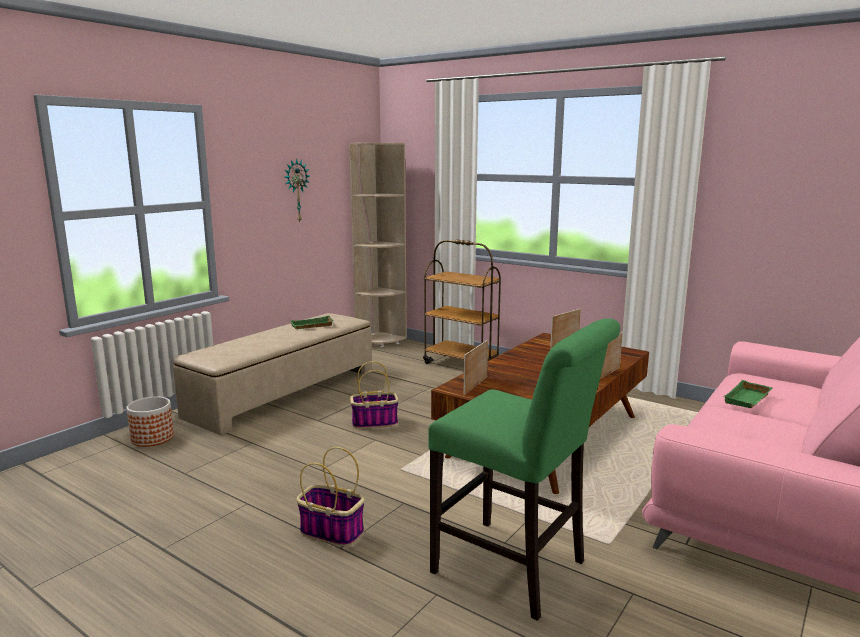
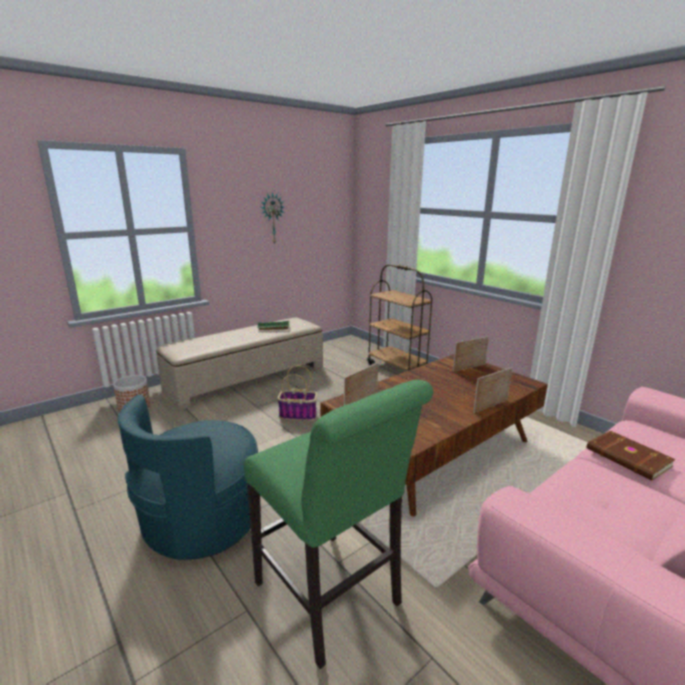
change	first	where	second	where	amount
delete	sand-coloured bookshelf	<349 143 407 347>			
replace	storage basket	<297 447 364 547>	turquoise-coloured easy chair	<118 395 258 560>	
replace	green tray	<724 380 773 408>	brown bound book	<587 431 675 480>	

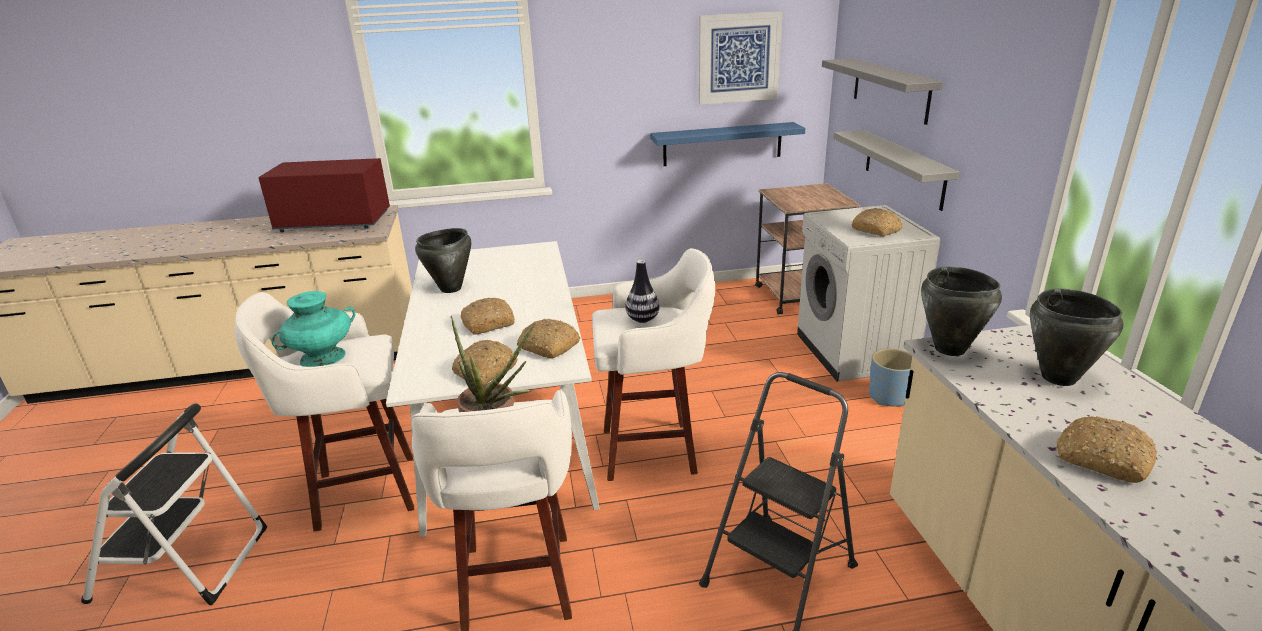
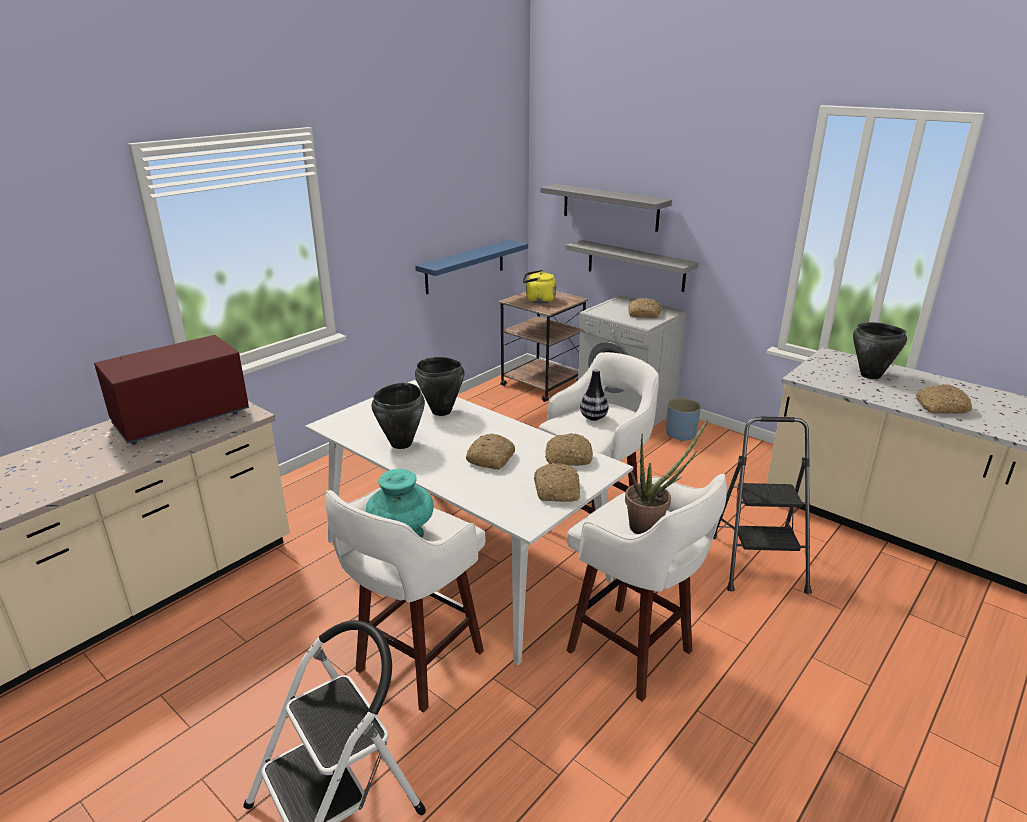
change	first	where	second	where	amount
delete	wall picture	<699 11 783 105>			
insert			yellow water kettle	<523 270 556 303>	
move	black stockpot	<921 267 1002 356>		<415 357 464 416>	

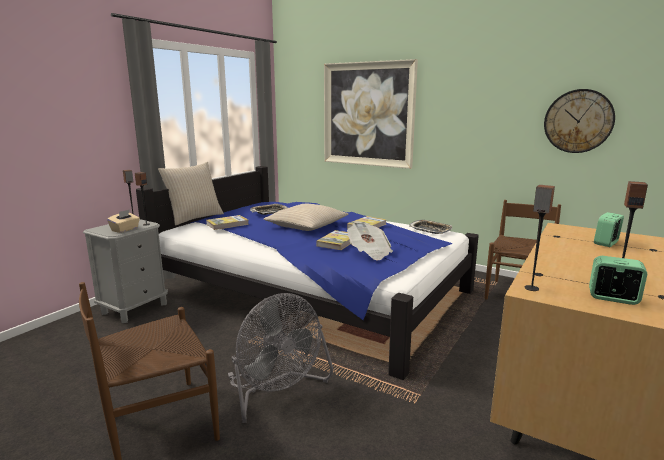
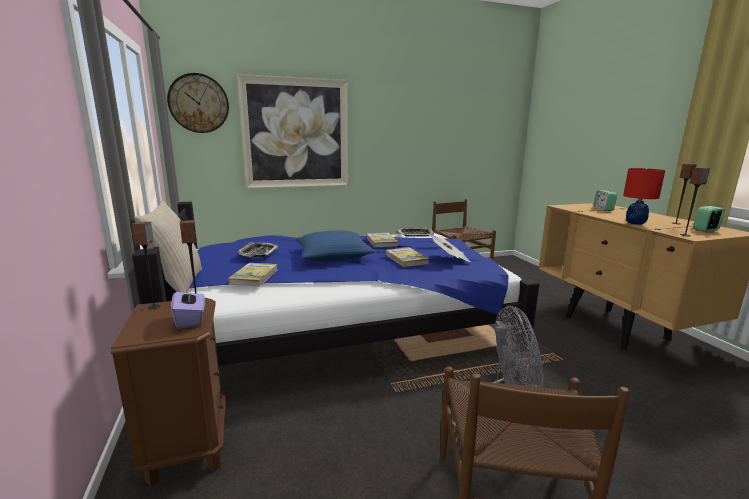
change	first	where	second	where	amount
insert			red-coloured tabletop lamp	<623 168 665 225>	
move	clock on the wall	<544 89 615 153>		<167 73 229 133>	
recolor	gray night table	<83 219 168 323>	brown night table	<111 298 226 486>	
recolor	sand-coloured tissue box	<107 209 140 233>	purplish tissue box	<171 285 205 329>	
recolor	sand-coloured cushion	<264 204 348 231>	blue cushion	<296 230 375 261>	

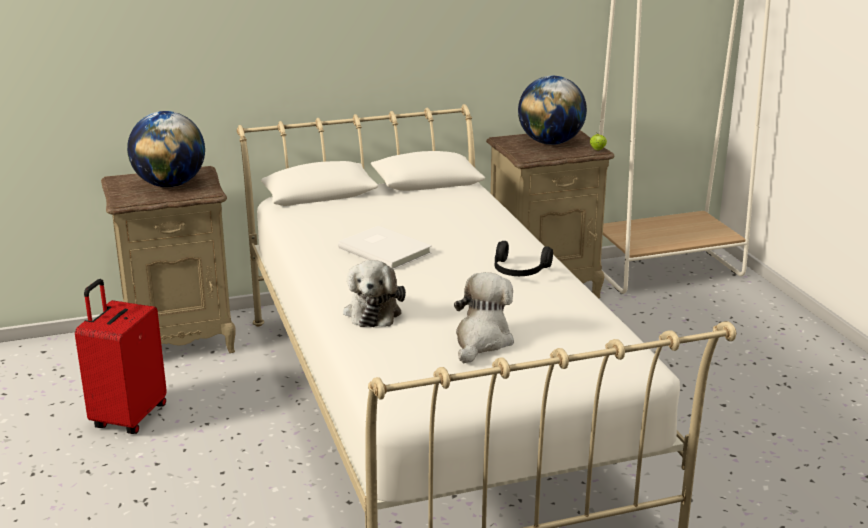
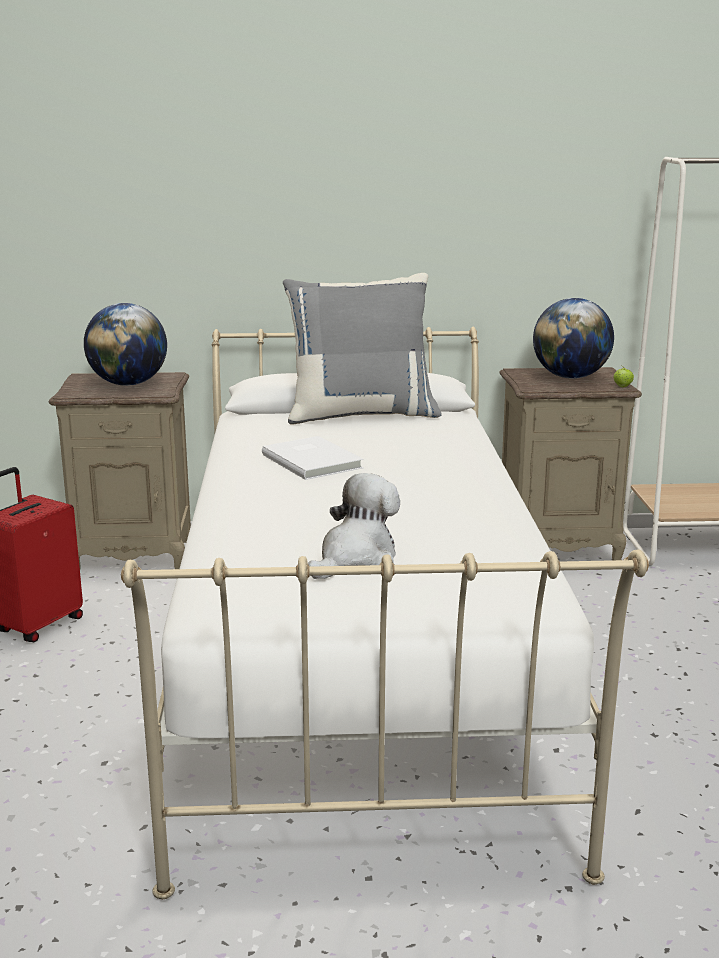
change	first	where	second	where	amount
delete	plush toy	<343 260 406 327>			
delete	black headphones	<495 241 553 276>			
insert			gray cushion	<283 273 442 425>	

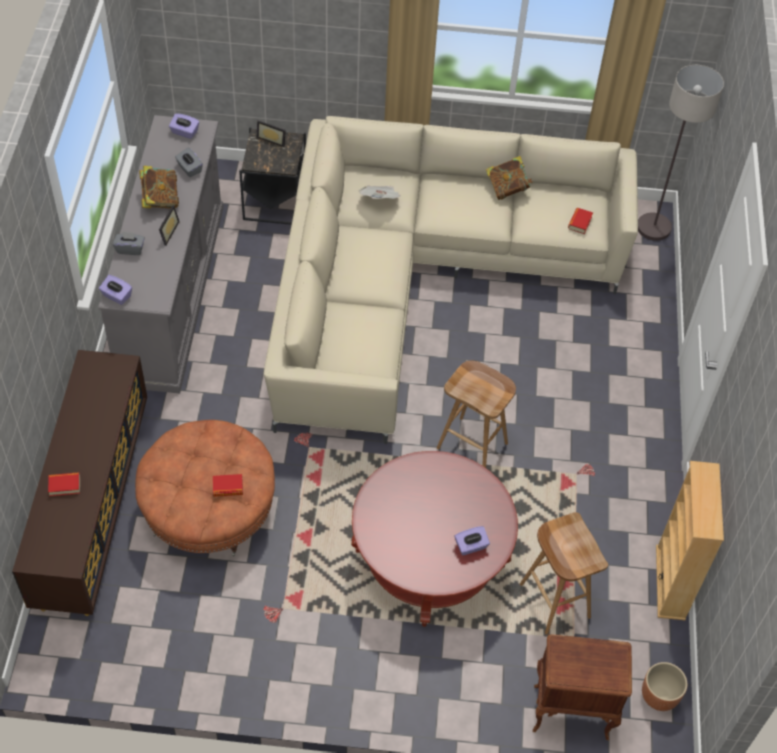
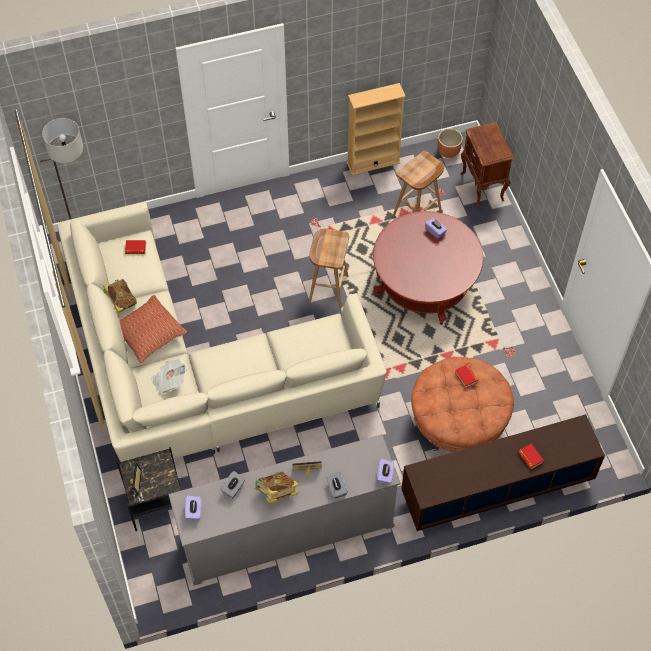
change	first	where	second	where	amount
insert			cushion	<120 295 187 363>	

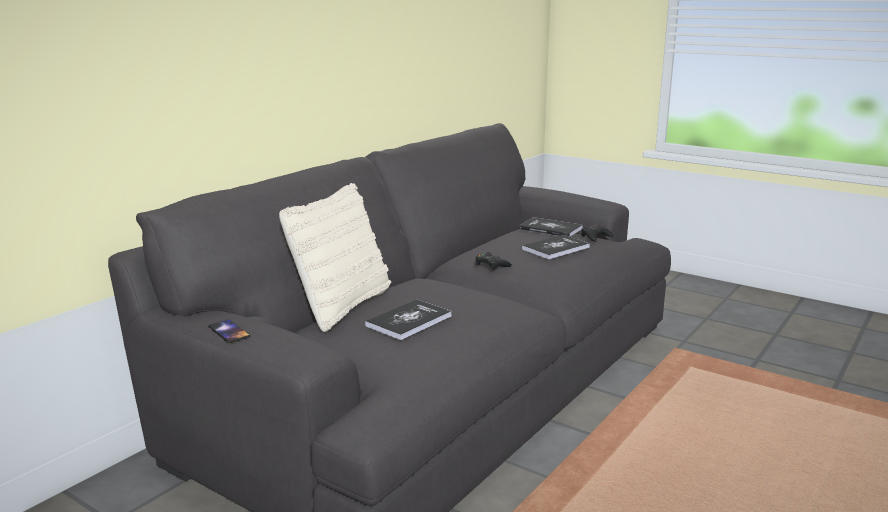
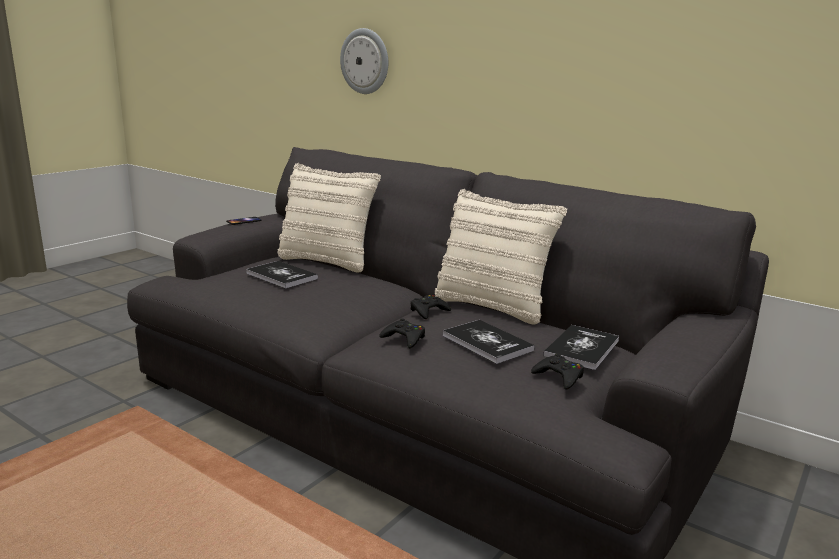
change	first	where	second	where	amount
insert			clock on the wall	<340 28 388 94>	
insert			black gamepad	<379 318 425 348>	
insert			sand-coloured cushion	<435 189 567 324>	

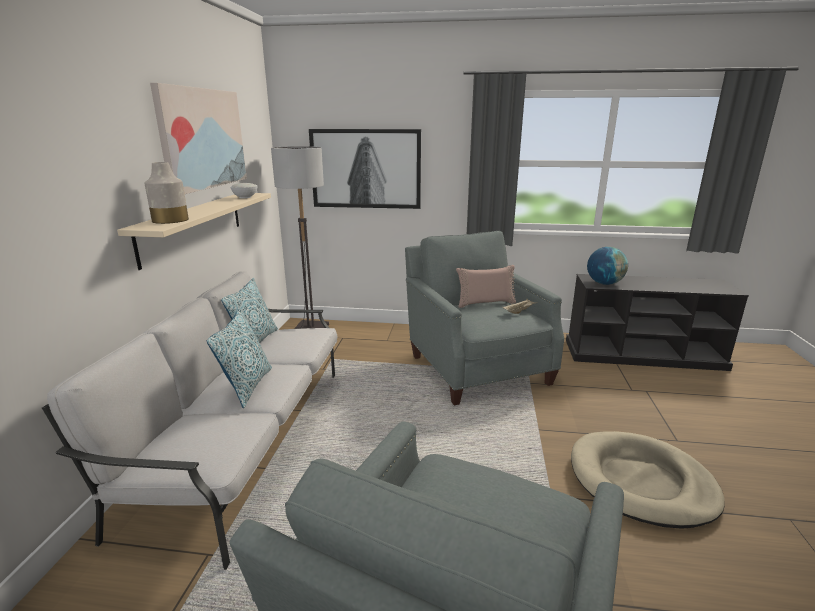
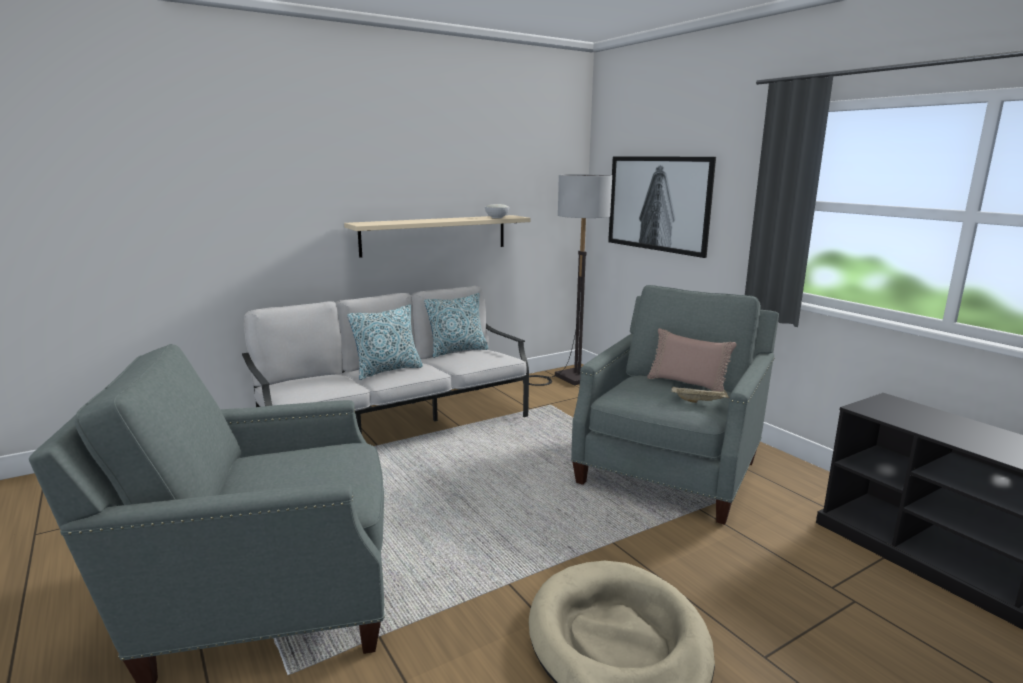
change	first	where	second	where	amount
delete	sand-coloured decorative vase	<144 162 189 224>			
delete	wall picture	<150 83 247 194>			
delete	globe	<587 247 628 285>			

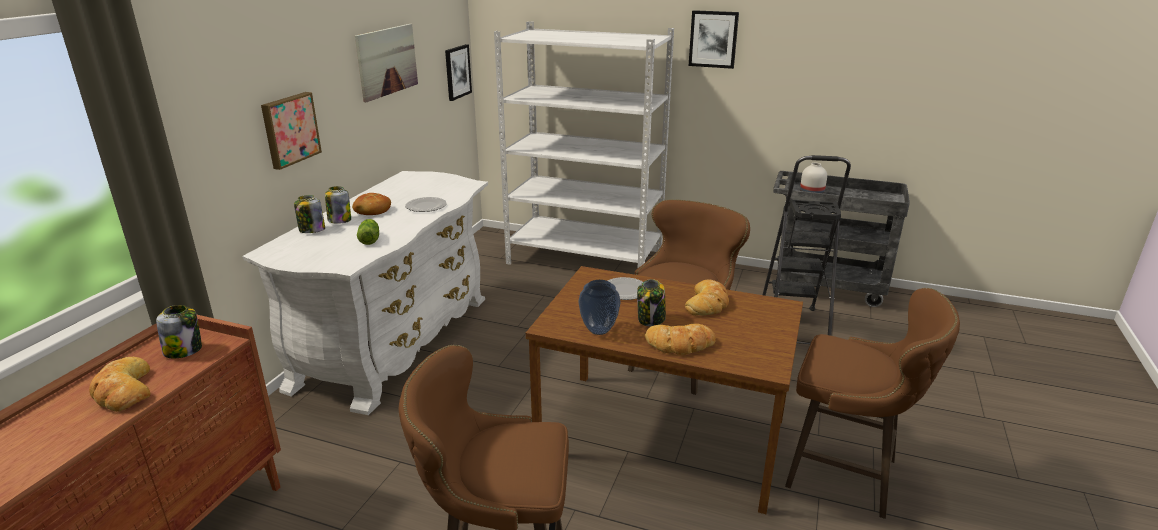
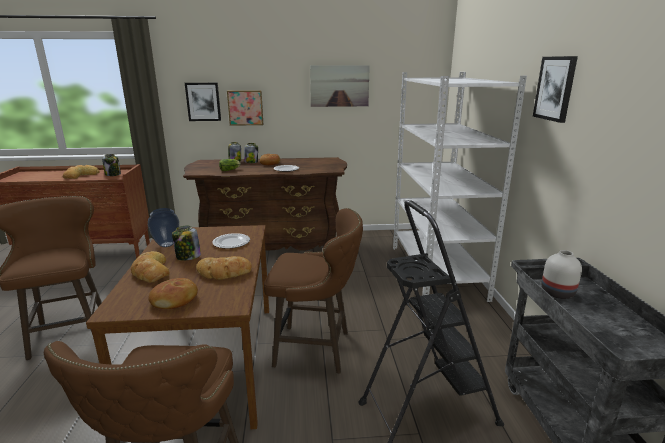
change	first	where	second	where	amount
insert			baked bread	<148 278 198 309>	
move	wall picture	<445 44 472 101>		<185 83 221 121>	
recolor	white-coloured drawer chest	<242 171 488 415>	brown drawer chest	<183 157 347 251>	

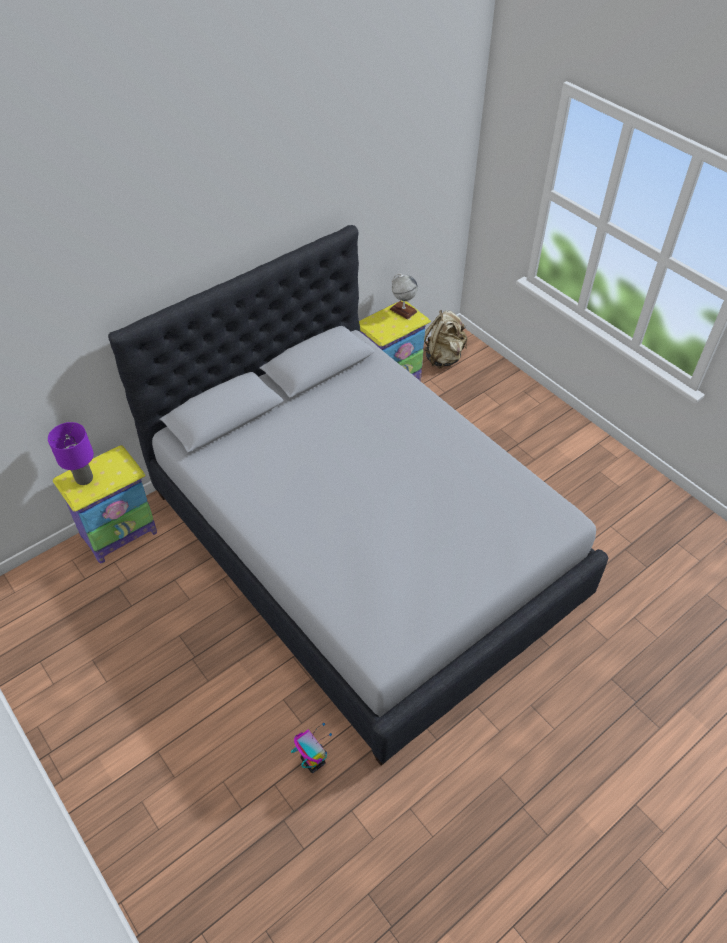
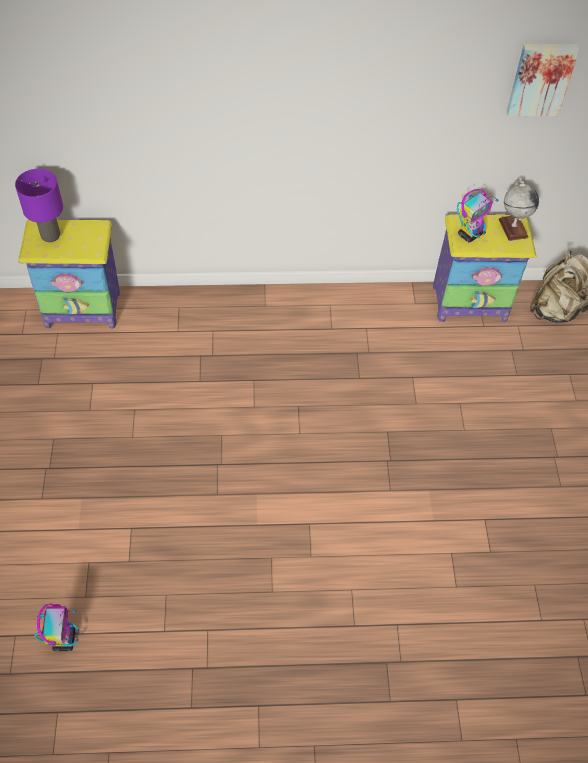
change	first	where	second	where	amount
delete	gray sleeping bed	<108 225 608 766>			
insert			toy robot	<457 189 498 242>	
insert			wall picture	<507 44 579 117>	

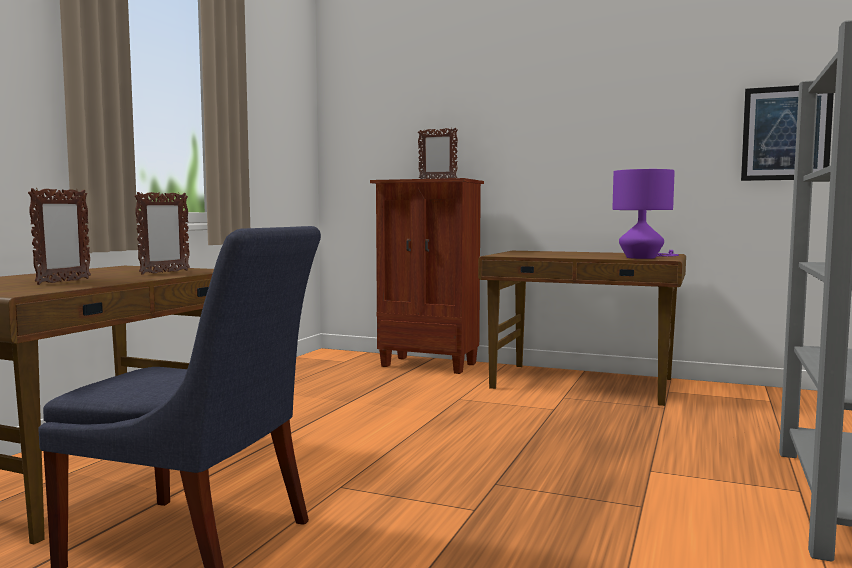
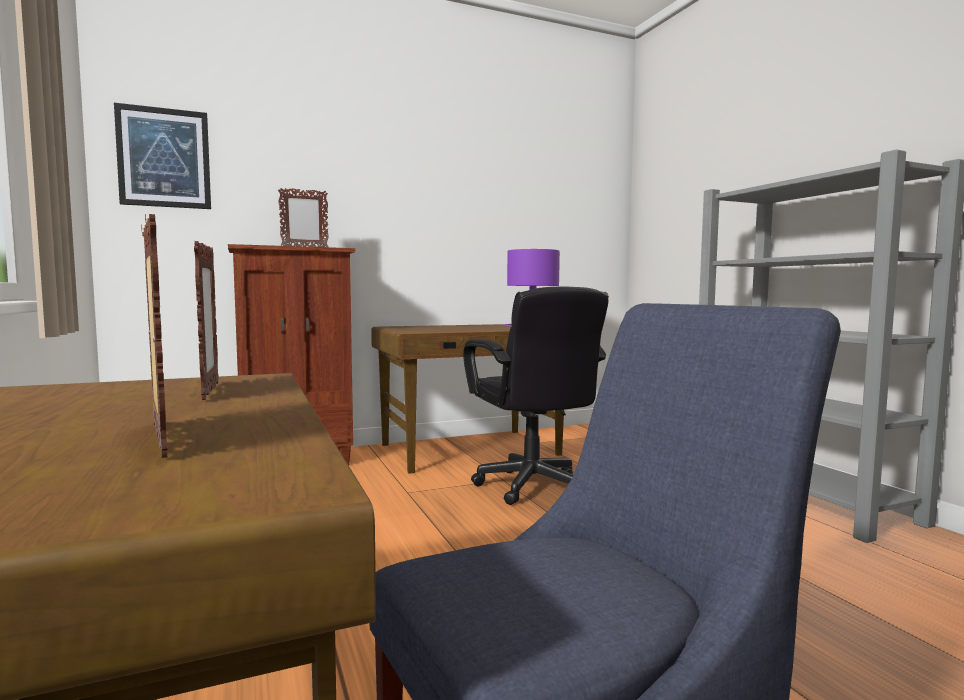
change	first	where	second	where	amount
insert			black office chair	<463 287 609 505>	
move	wall picture	<741 85 834 181>		<114 103 211 209>	

